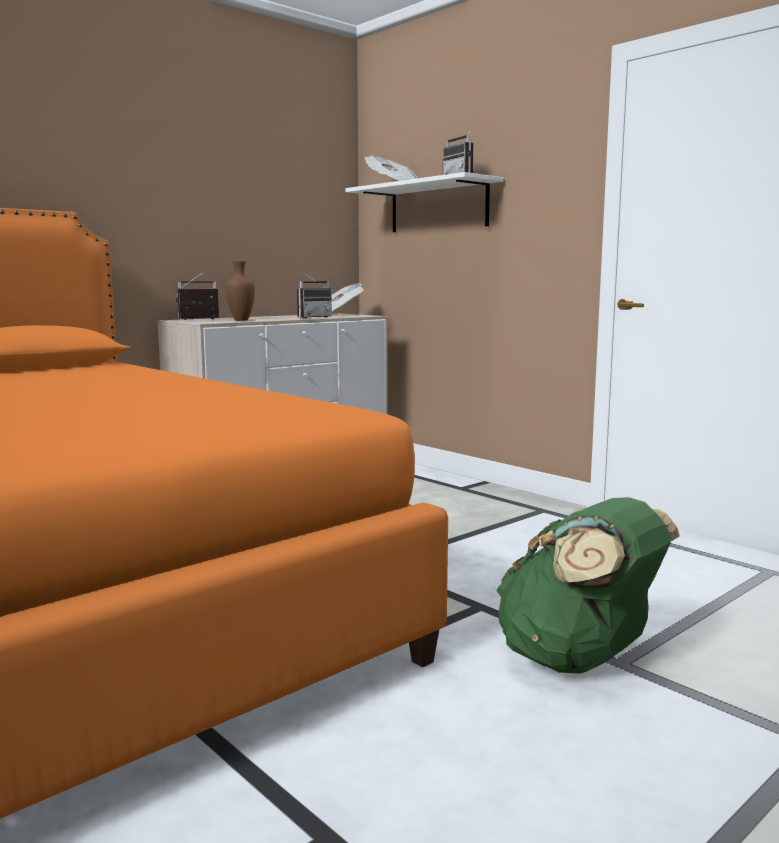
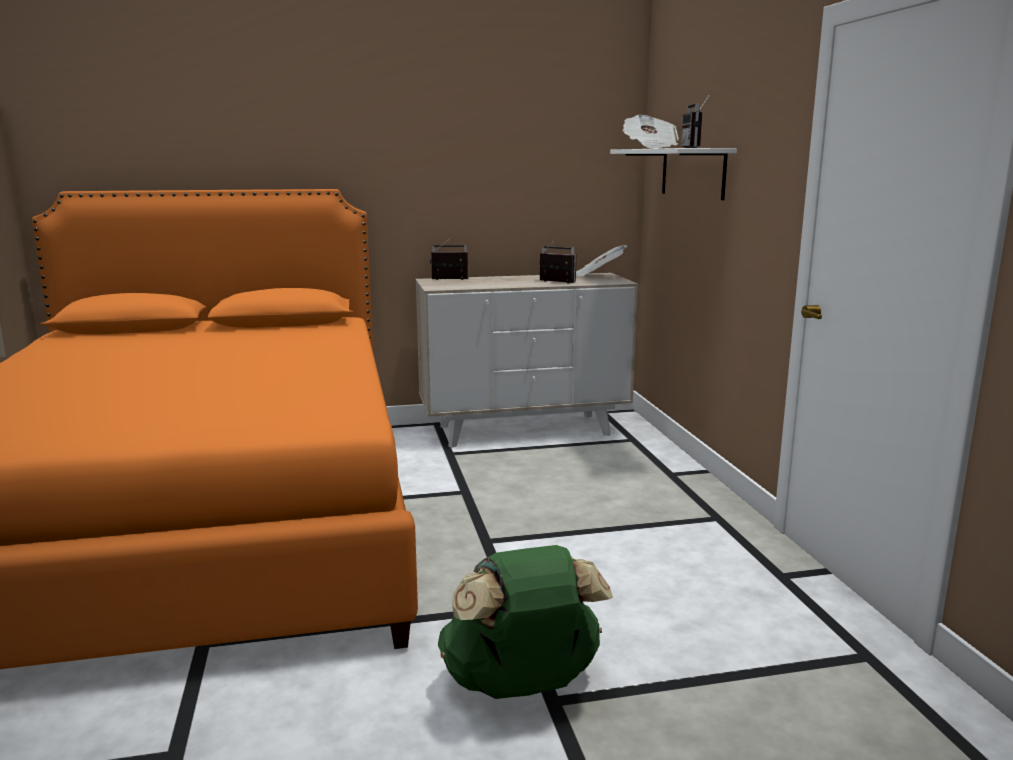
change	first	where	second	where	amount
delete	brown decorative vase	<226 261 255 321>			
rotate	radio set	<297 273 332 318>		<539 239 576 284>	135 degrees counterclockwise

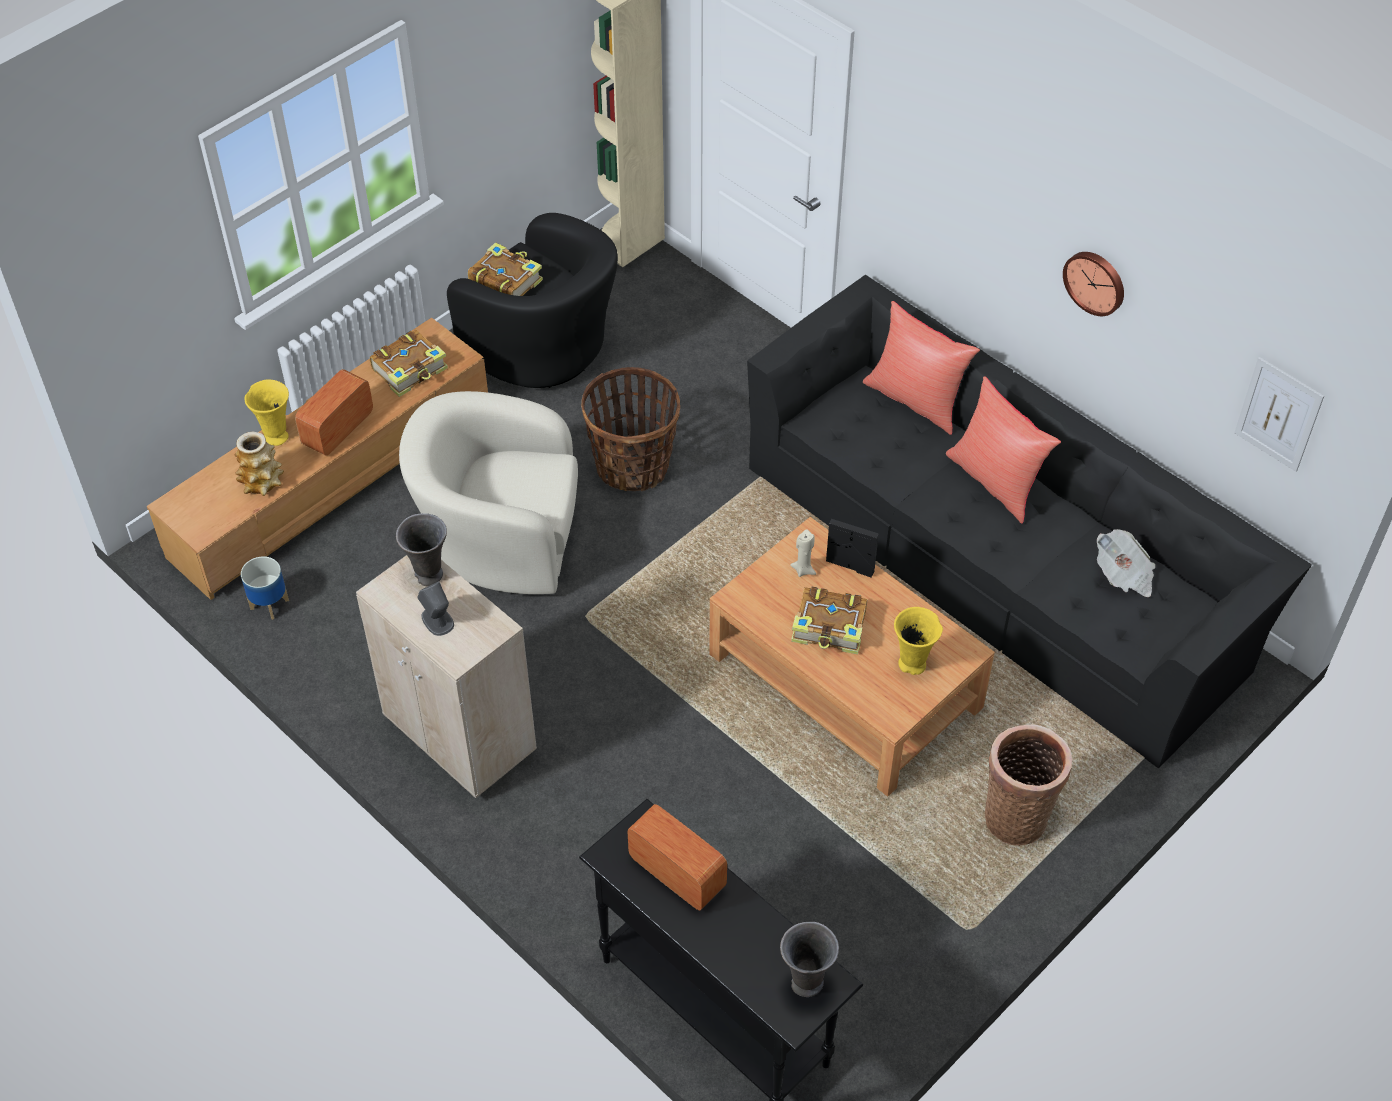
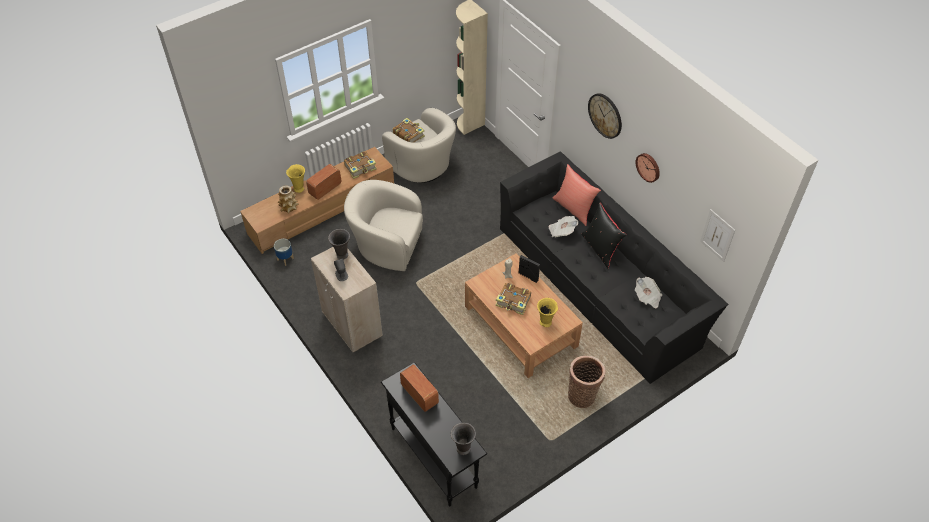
change	first	where	second	where	amount
delete	storage basket	<581 367 680 492>			
insert			daily paper	<549 216 578 237>	
insert			clock on the wall	<588 93 622 139>	
recolor	black easy chair	<447 213 618 388>	sand-coloured easy chair	<382 108 456 183>	
recolor	red-coloured cushion	<946 377 1061 523>	black cushion	<581 202 627 269>	

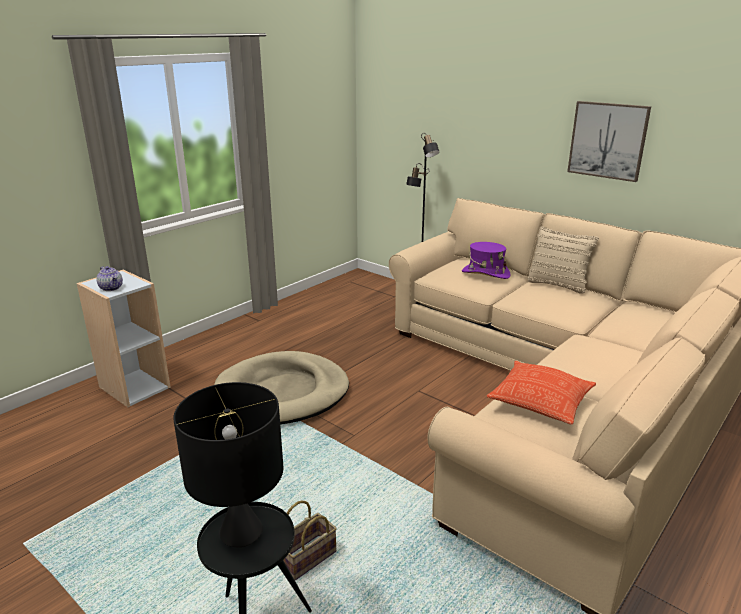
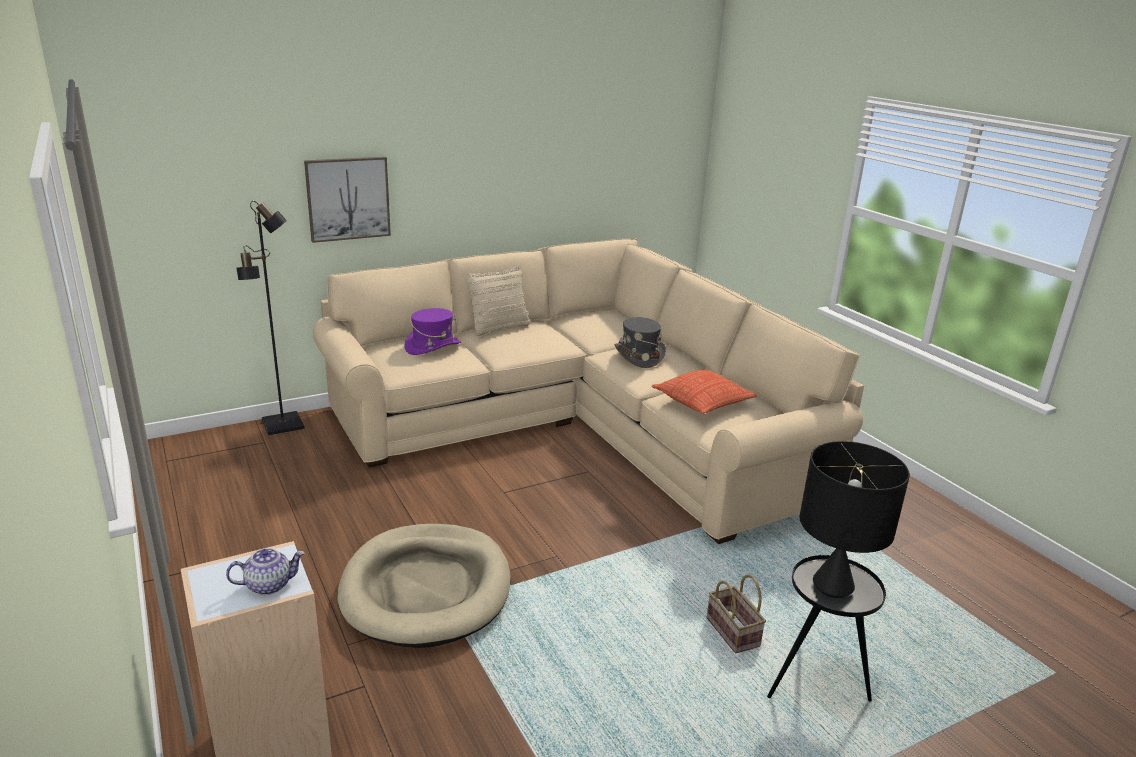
change	first	where	second	where	amount
insert			gray hat	<615 317 666 368>	
move	wall picture	<567 101 651 182>		<304 157 391 243>	

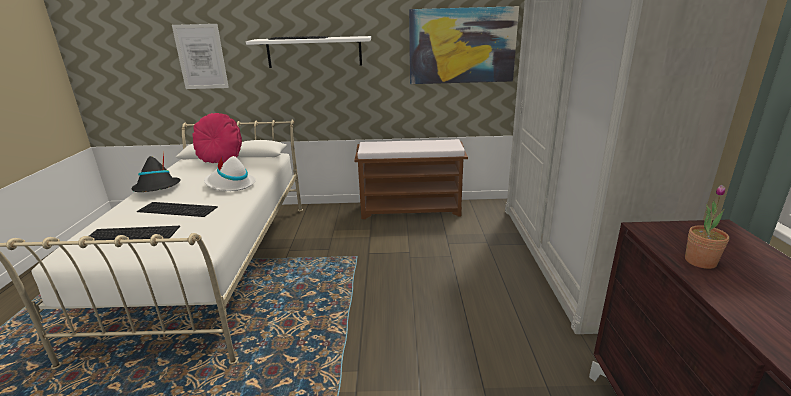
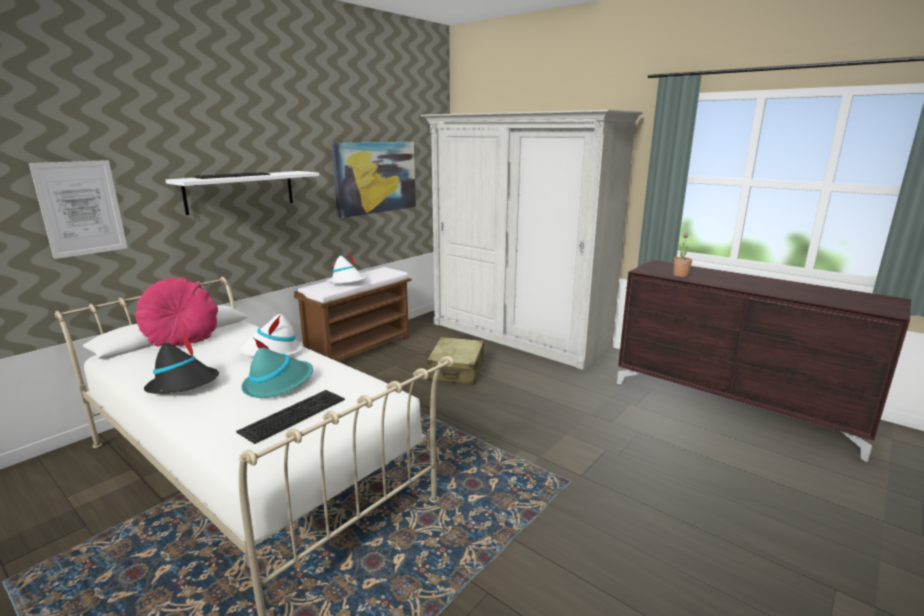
change	first	where	second	where	amount
insert			white-coloured hat	<327 251 366 283>	
insert			sand-coloured suitcase	<427 337 484 385>	
replace	computer keyboard	<137 202 218 217>	turquoise-coloured hat	<242 337 313 398>	

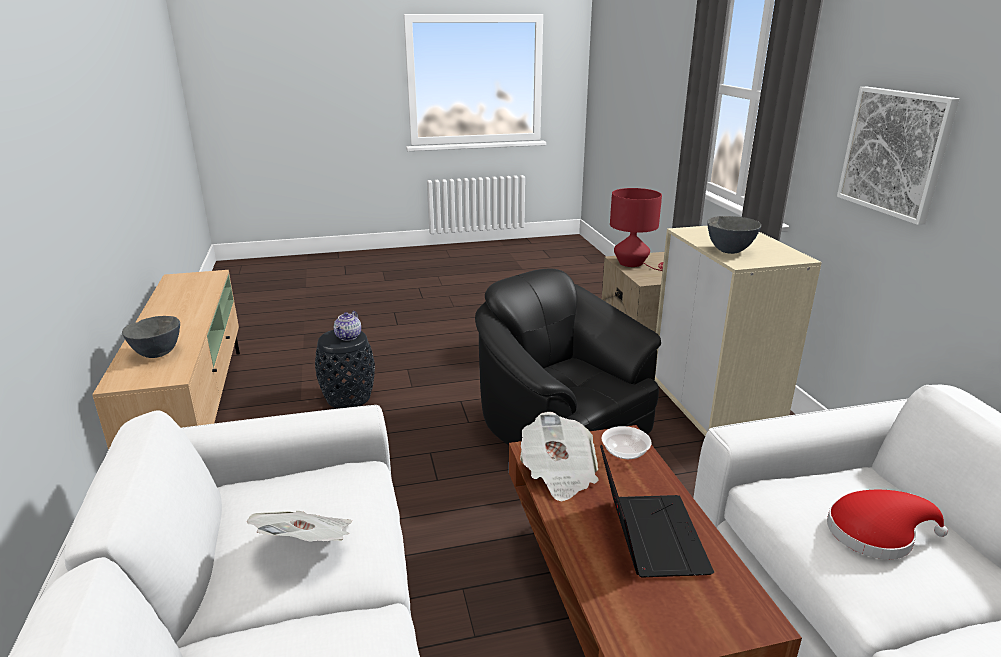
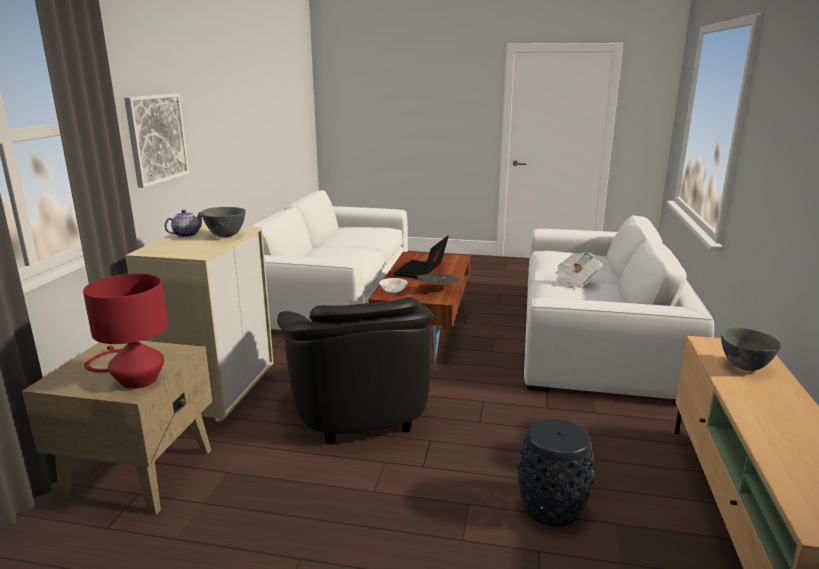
change	first	where	second	where	amount
delete	red-coloured hat	<827 490 948 559>			
move	pot for tea	<334 311 361 341>		<165 210 202 237>	

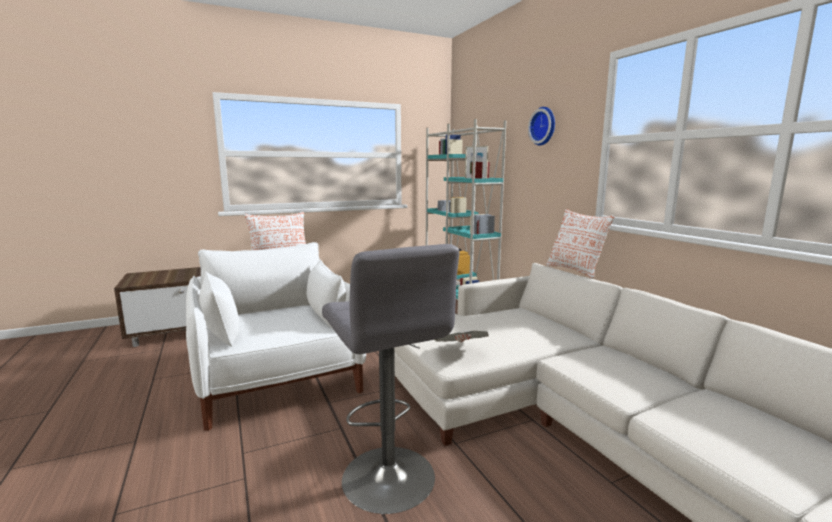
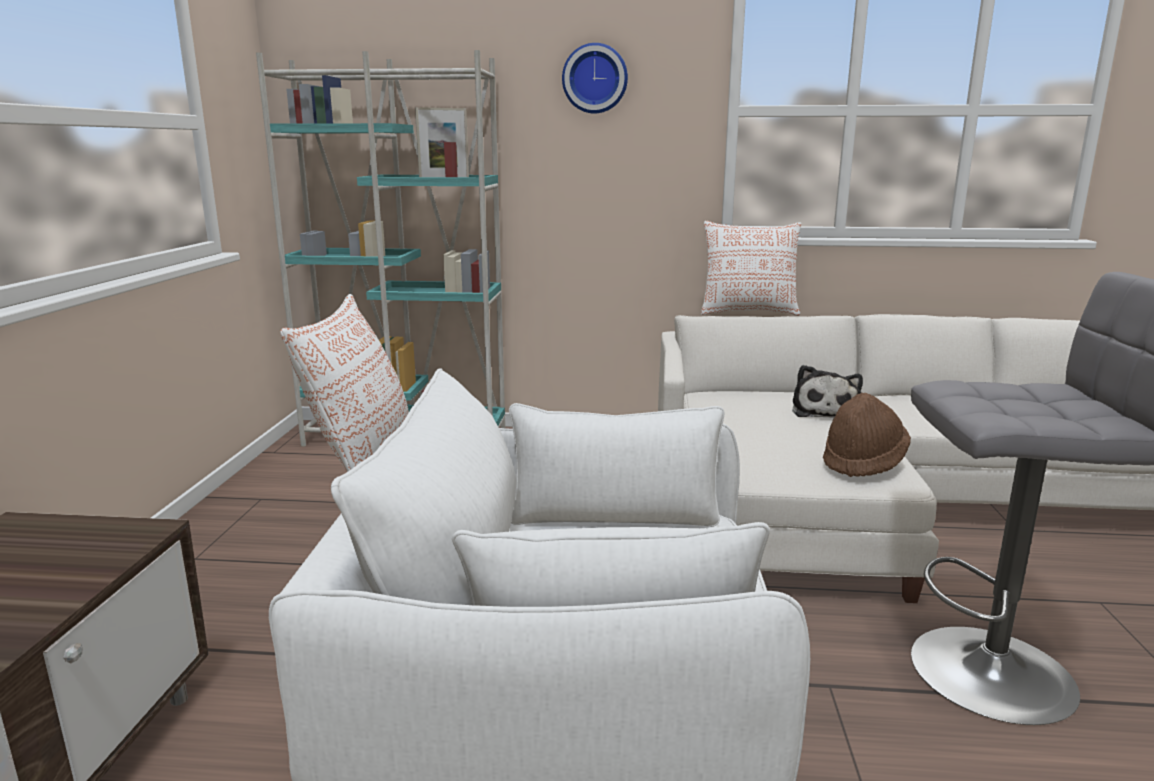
change	first	where	second	where	amount
insert			plush toy	<792 365 863 418>	
replace	daily paper	<435 331 489 342>	brown hat	<823 393 911 477>	

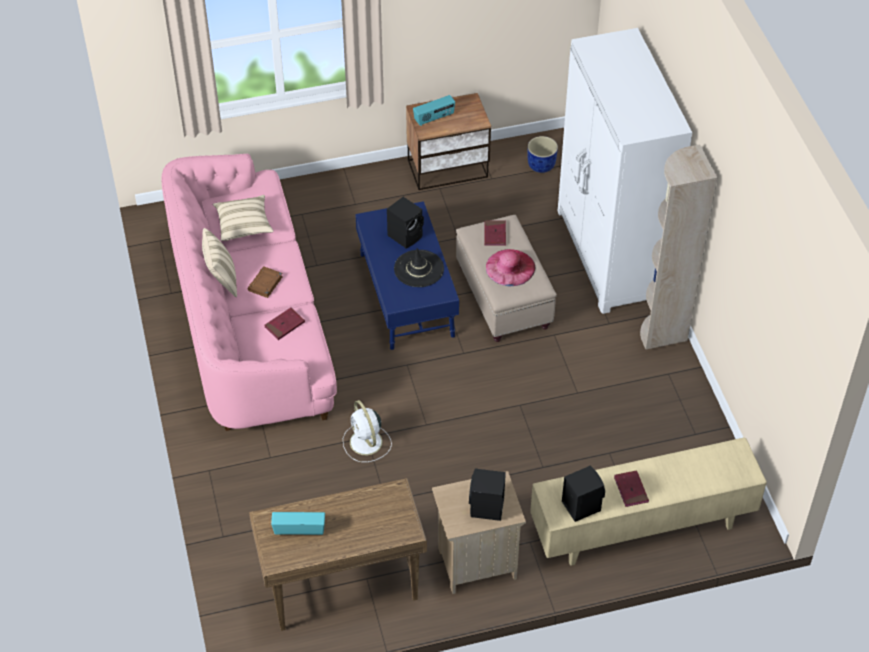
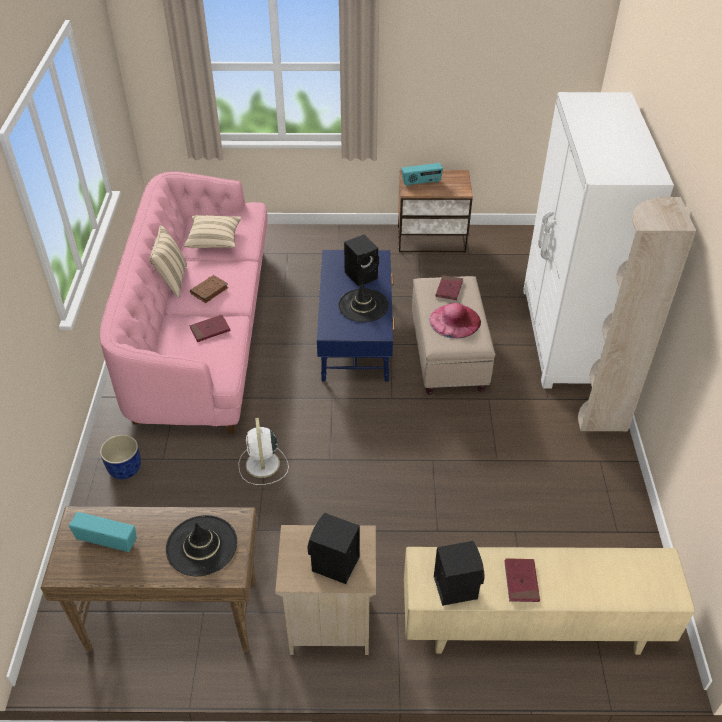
change	first	where	second	where	amount
insert			black hat	<166 515 237 576>	
move	blue planter	<528 136 558 173>		<100 435 141 479>	

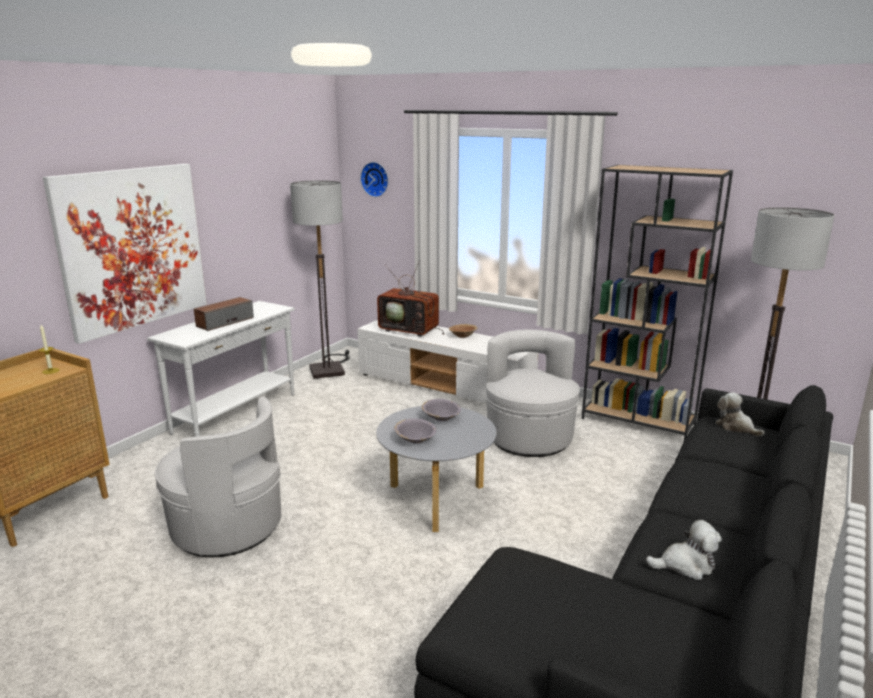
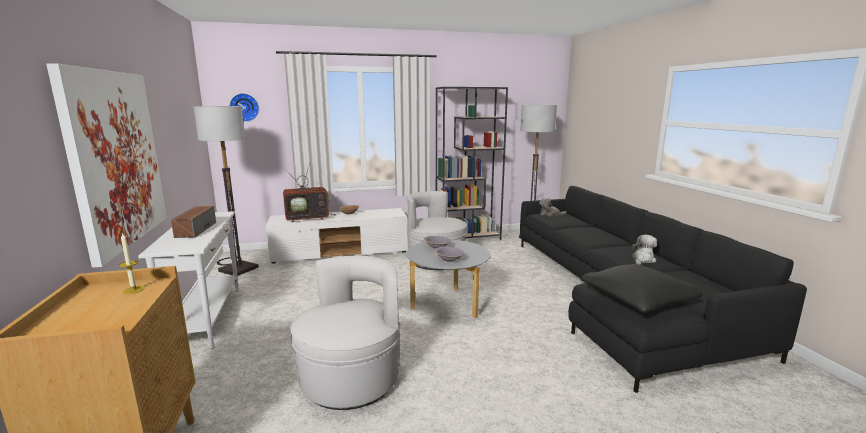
change	first	where	second	where	amount
insert			black cushion	<581 264 703 313>	
rotate	white-coloured easy chair	<155 396 281 557>		<290 256 400 410>	45 degrees counterclockwise

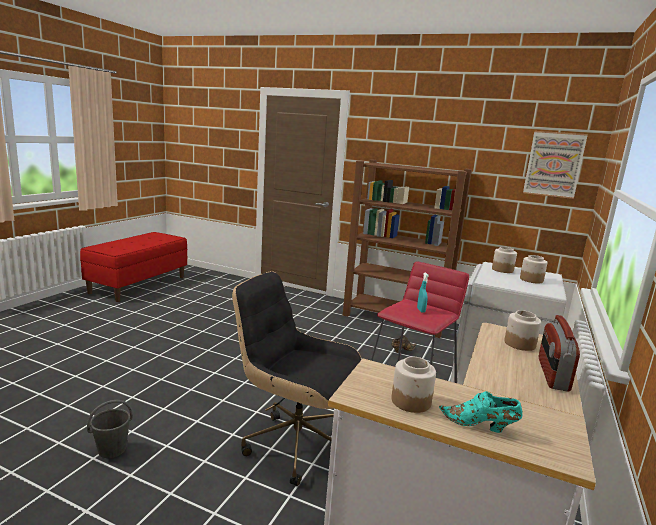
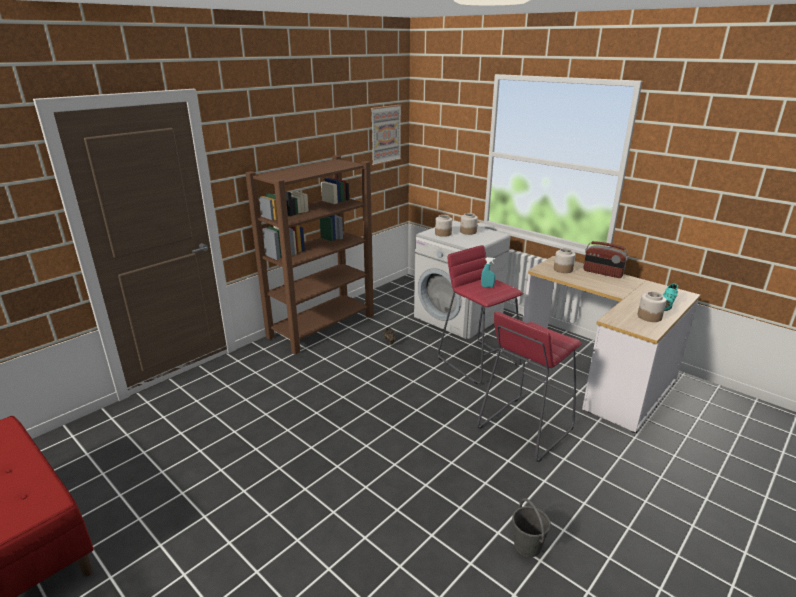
change	first	where	second	where	amount
replace	black office chair	<232 271 362 486>	red-coloured stool	<476 312 582 462>	

